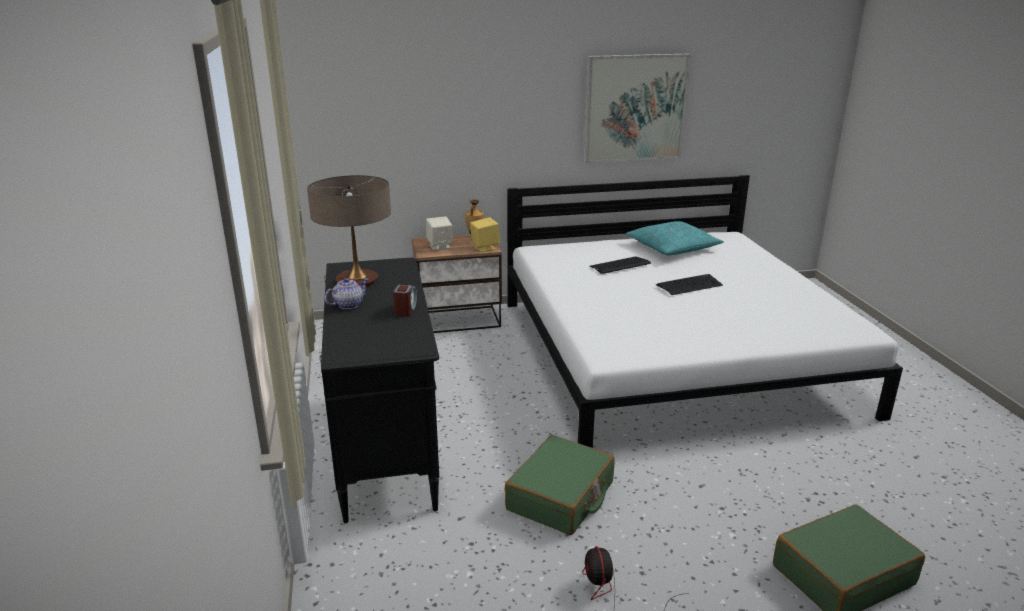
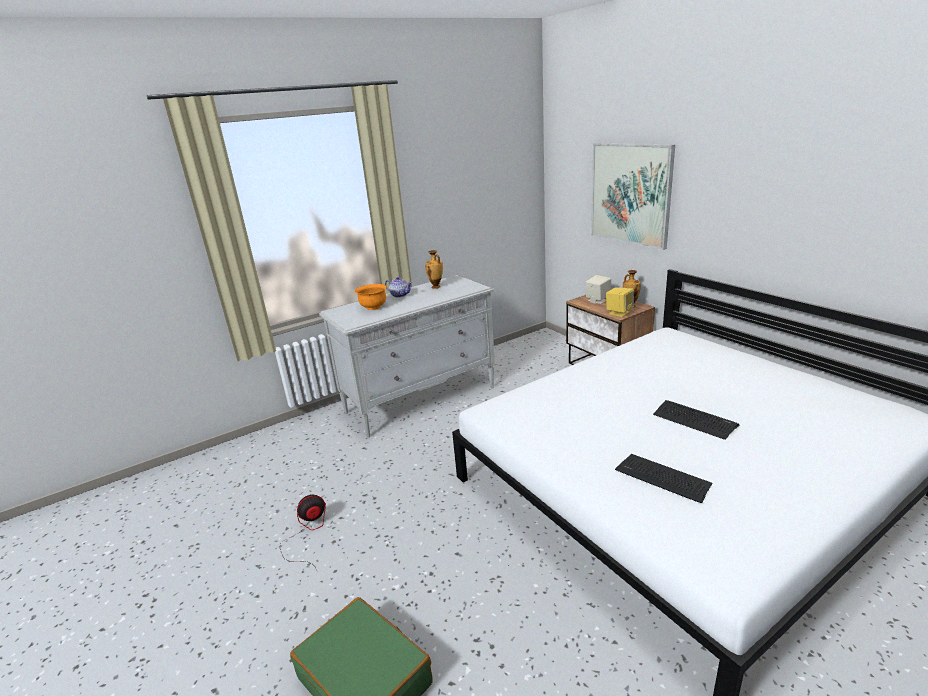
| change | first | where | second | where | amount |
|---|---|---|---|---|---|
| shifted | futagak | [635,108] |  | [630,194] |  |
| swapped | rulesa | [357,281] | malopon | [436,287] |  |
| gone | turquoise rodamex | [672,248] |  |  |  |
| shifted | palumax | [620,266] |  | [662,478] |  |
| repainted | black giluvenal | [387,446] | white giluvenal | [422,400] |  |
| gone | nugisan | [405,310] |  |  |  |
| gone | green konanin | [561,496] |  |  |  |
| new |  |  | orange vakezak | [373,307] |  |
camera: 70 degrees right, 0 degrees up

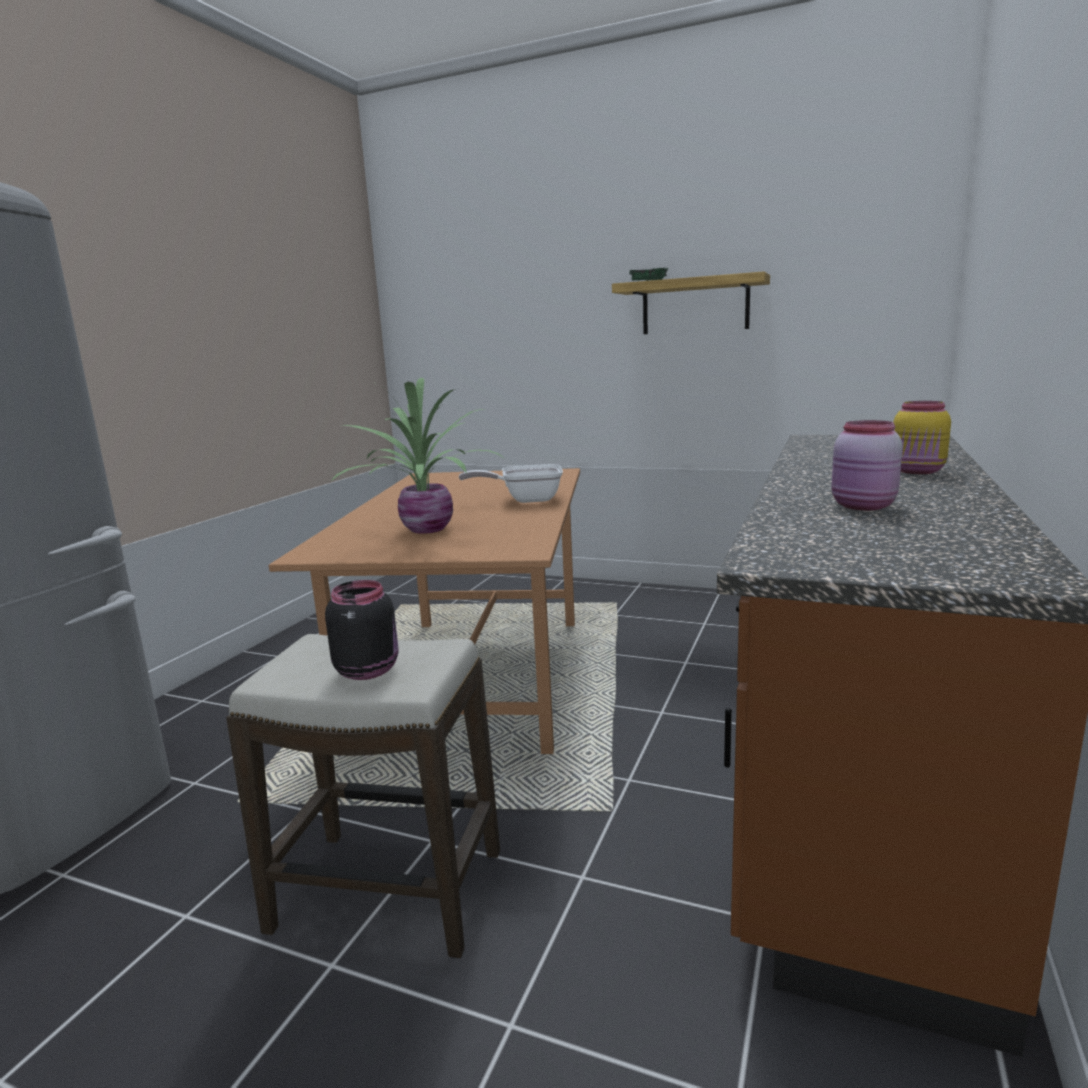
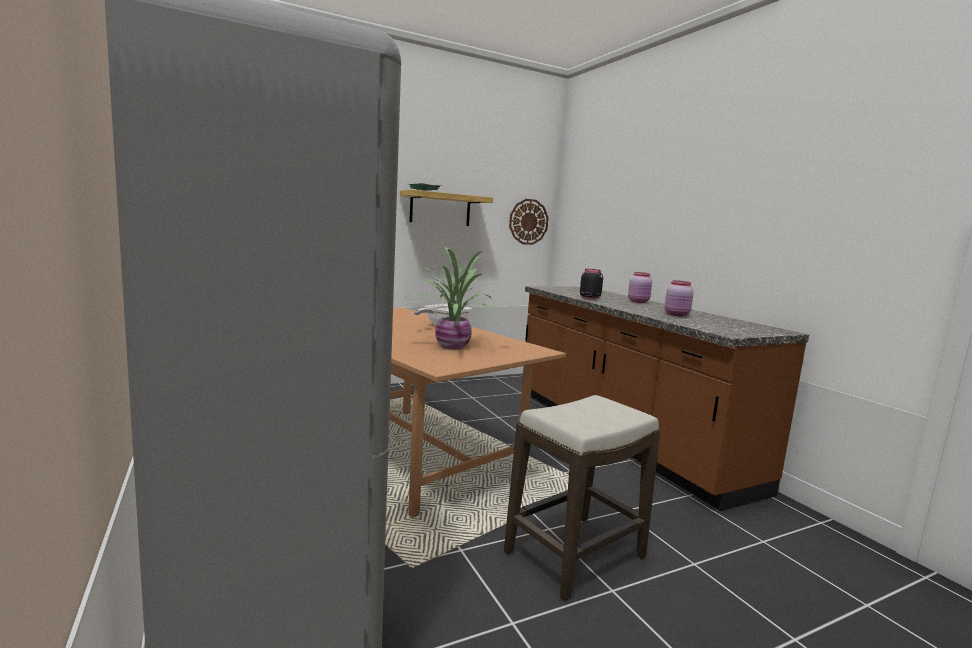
| change | first | where | second | where | amount |
|---|---|---|---|---|---|
| repainted | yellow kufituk | [918,471] | pink kufituk | [639,302] |  |
| shifted | black kufituk | [368,670] |  | [589,298] |  |
| new |  |  | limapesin | [528,222] |  |
camera: 50 degrees left, 5 degrees down

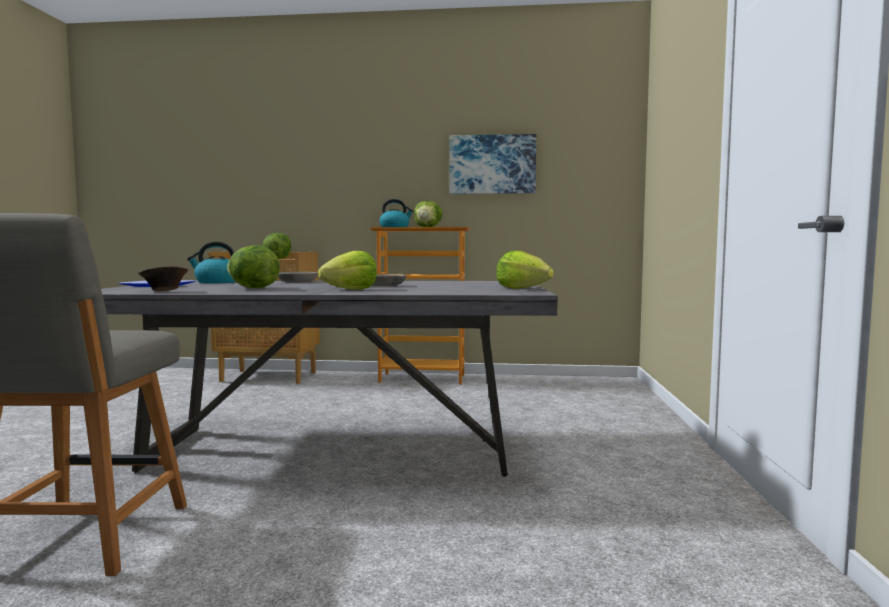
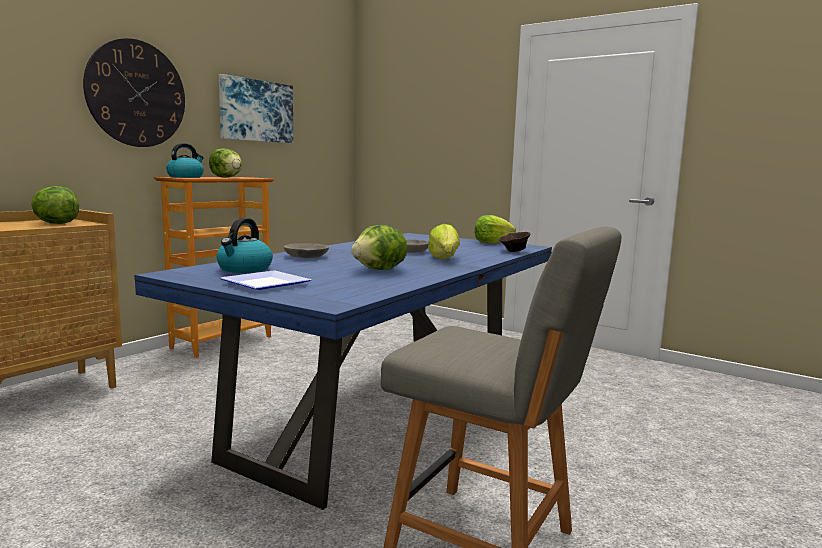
| change | first | where | second | where | amount |
|---|---|---|---|---|---|
| shifted | brown vakezak | [164,291] |  | [514,251] |  |
| repainted | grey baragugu | [331,451] | blue baragugu | [382,414] |  |
| new |  |  | limapesin | [136,94] |  |
camera: 60 degrees left, 5 degrees up

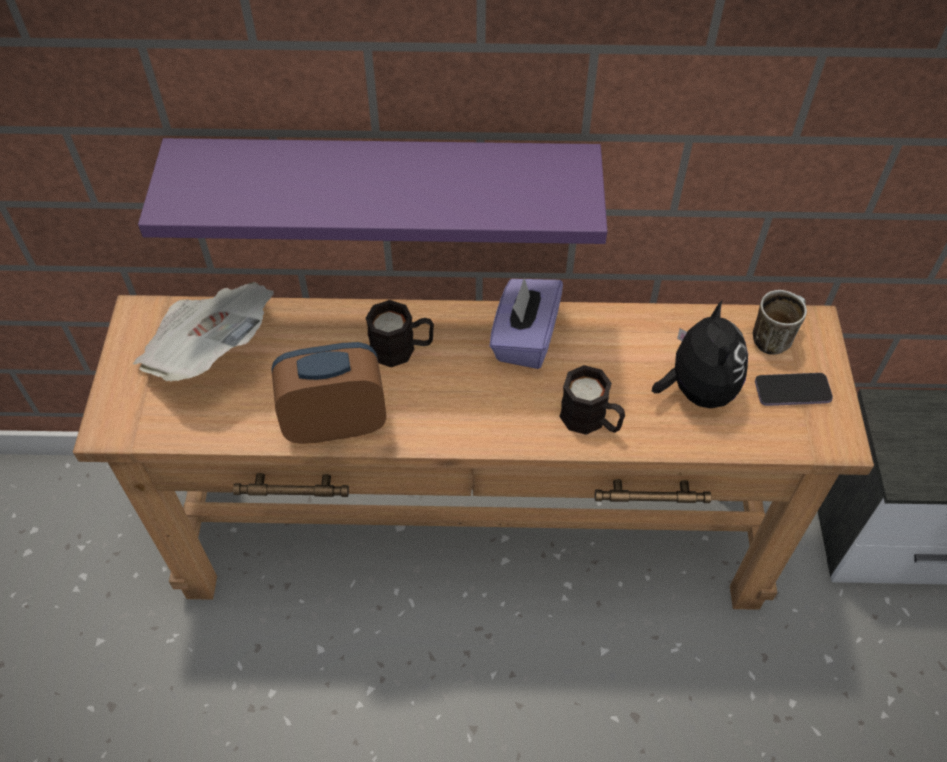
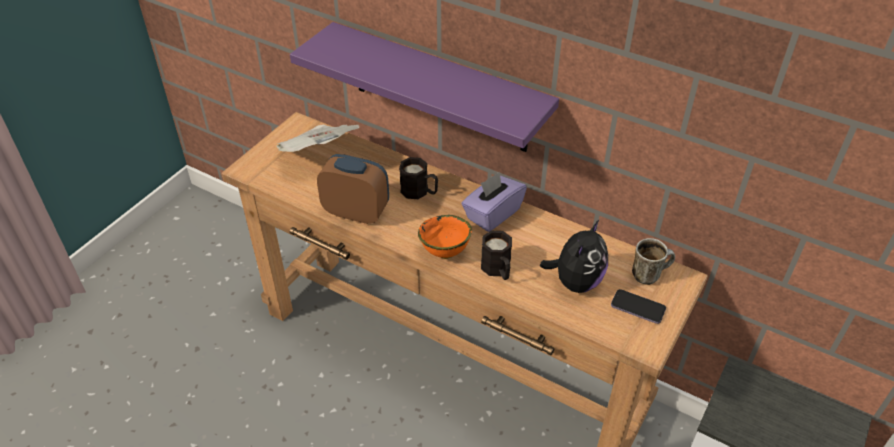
| change | first | where | second | where | amount |
|---|---|---|---|---|---|
| new |  |  | orange vakezak | [444,252] |  |
camera: 30 degrees right, 10 degrees down

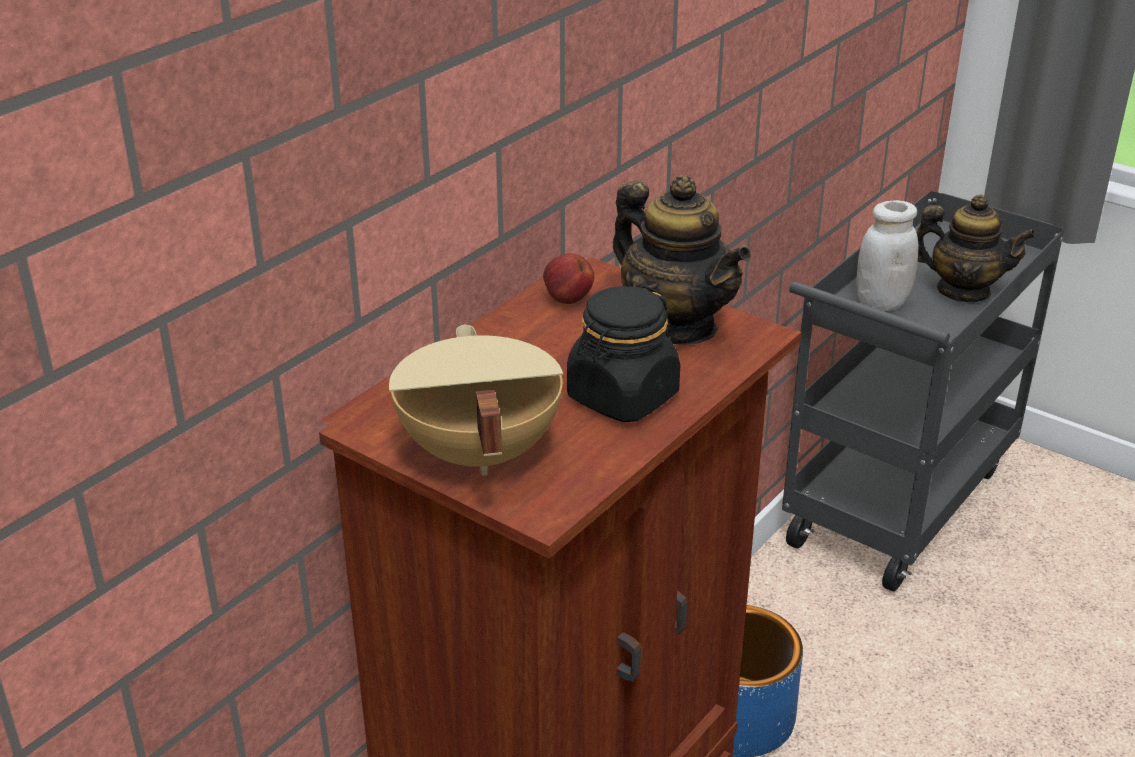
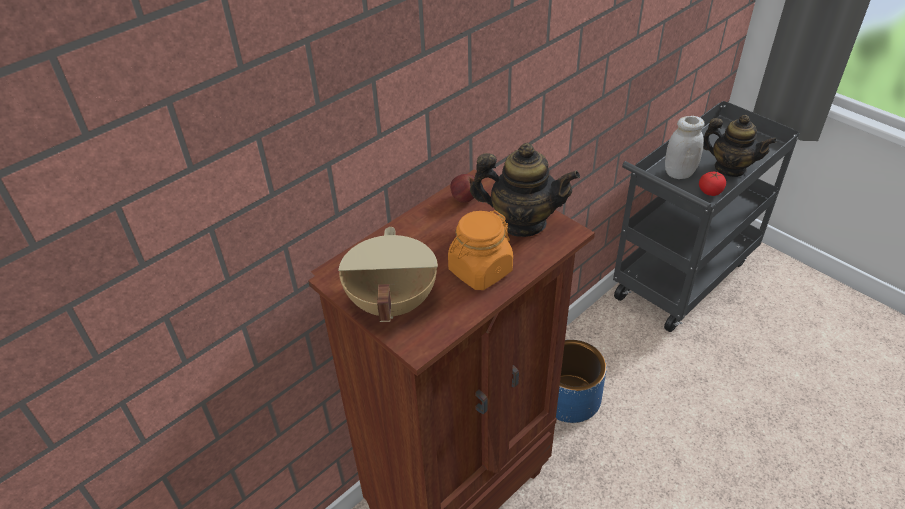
| change | first | where | second | where | amount |
|---|---|---|---|---|---|
| rotated | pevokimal | [675,326] |  | [522,222] | 45 degrees counterclockwise |
| repainted | black kufituk | [622,397] | orange kufituk | [480,271] |  |
| new |  |  | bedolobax | [710,192] |  |
camera: 10 degrees right, 10 degrees up

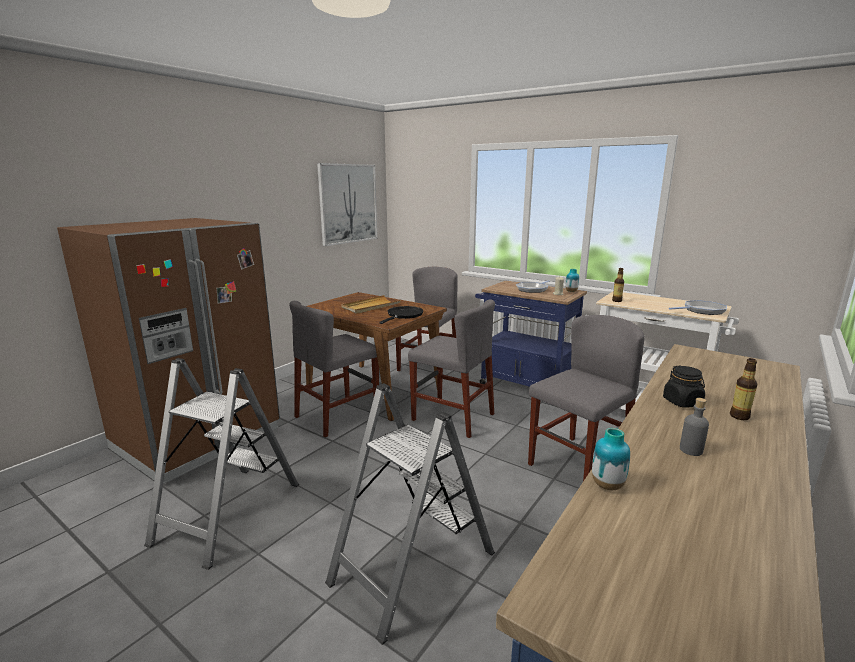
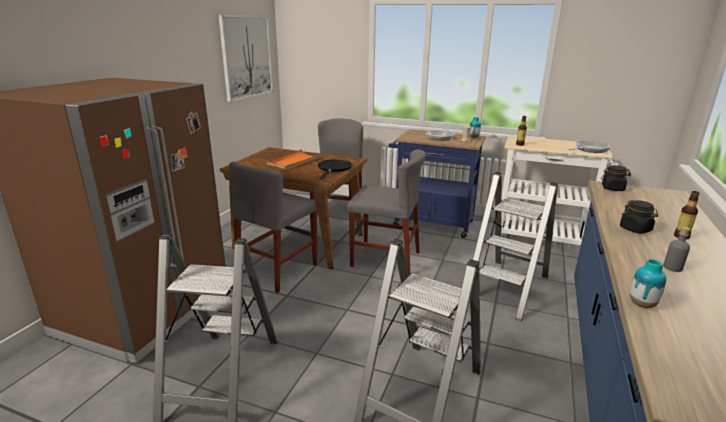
| change | first | where | second | where | amount |
|---|---|---|---|---|---|
| repainted | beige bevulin | [370,306] | orange bevulin | [294,162] |  |
| swapped | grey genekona | [578,464] | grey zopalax | [508,287] |  |
| new |  |  | black kufituk | [613,188] |  |
camera: 15 degrees left, 5 degrees up

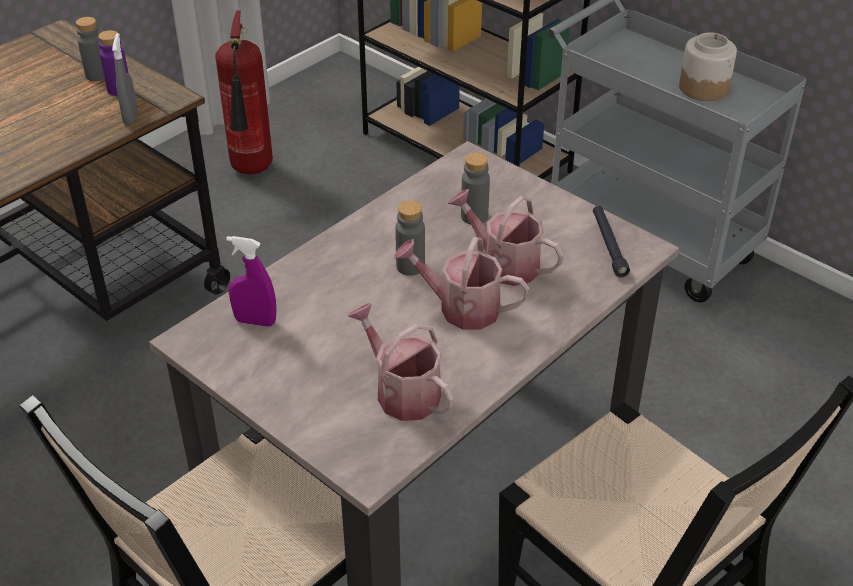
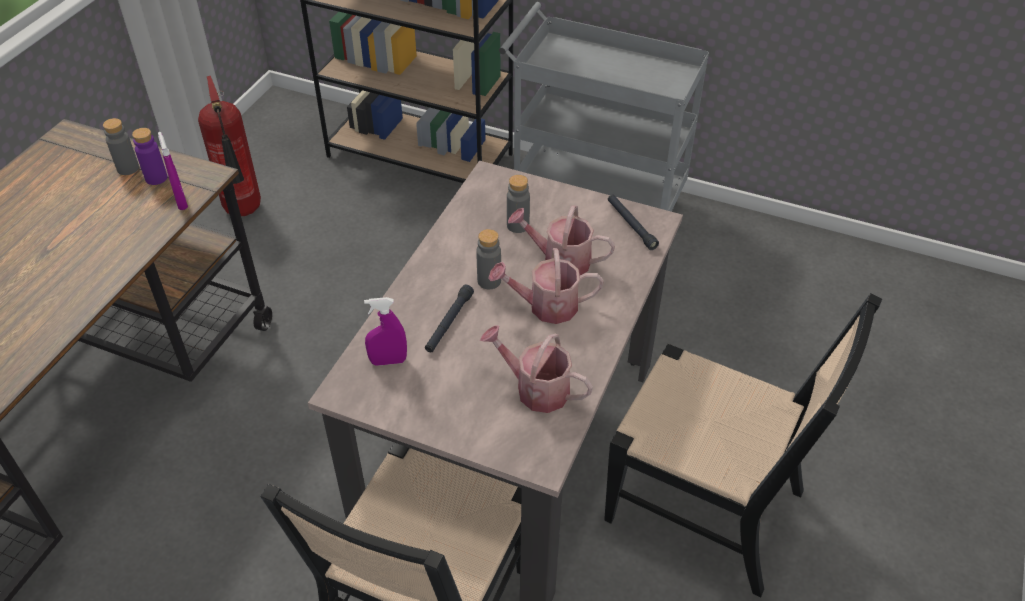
| change | first | where | second | where | amount |
|---|---|---|---|---|---|
| gone | kufituk | [703,88] |  |  |  |
| repainted | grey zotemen | [130,117] | purple zotemen | [181,202] |  |
| new |  |  | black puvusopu | [449,323] |  |
camera: 20 degrees left, 5 degrees up

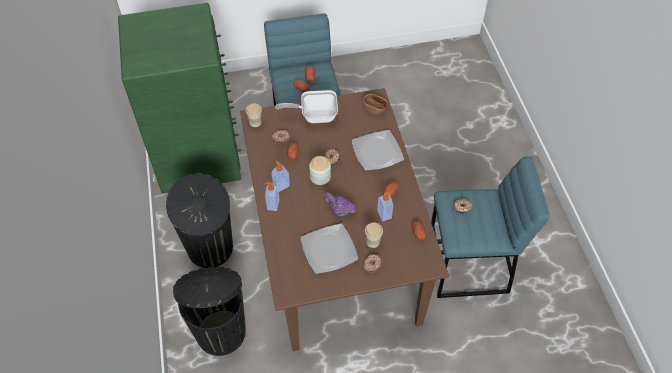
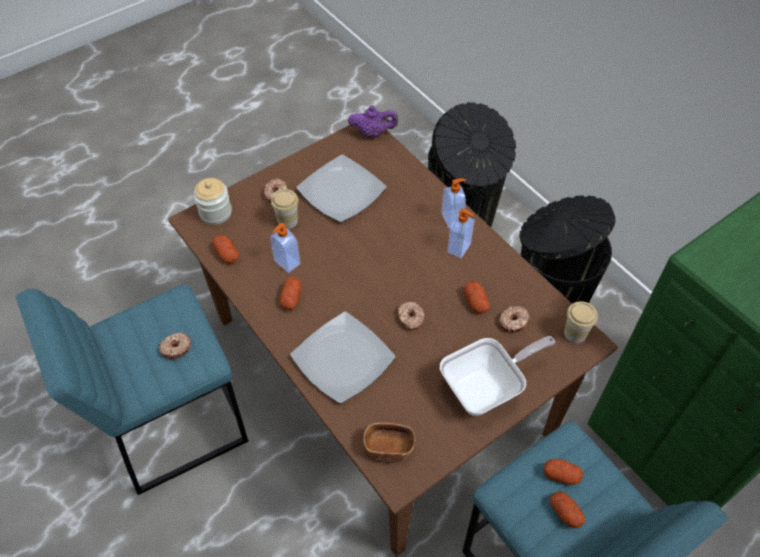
| change | first | where | second | where | amount |
|---|---|---|---|---|---|
| shifted | kufituk | [320,177] |  | [215,212] |  |
| shifted | purple pevokimal | [339,210] |  | [373,133] |  |
camera: 155 degrees right, 0 degrees up

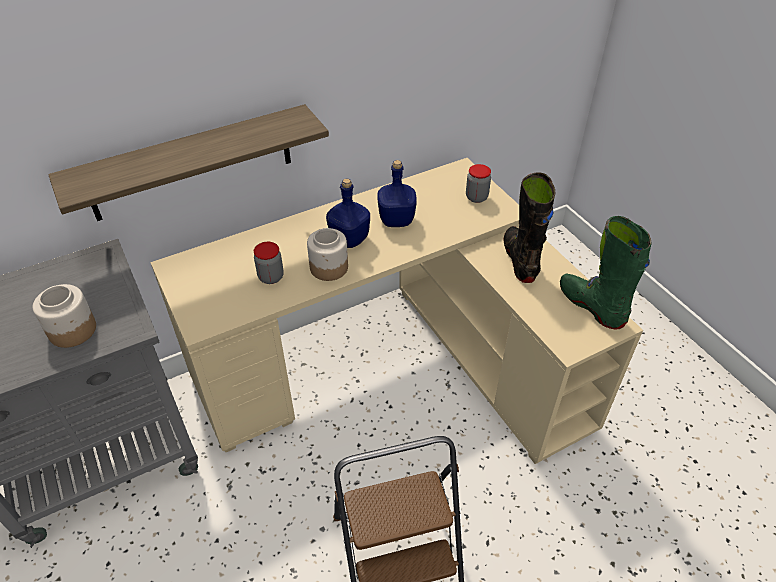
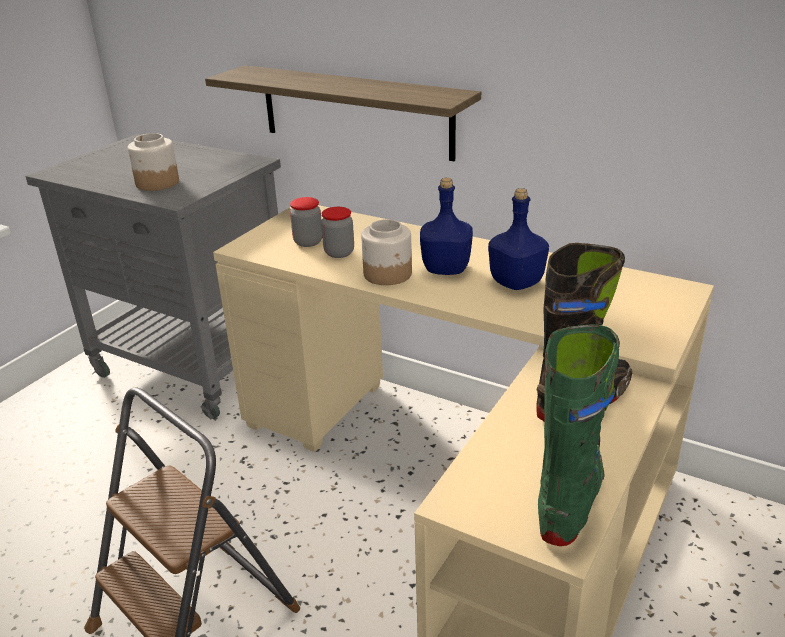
| change | first | where | second | where | amount |
|---|---|---|---|---|---|
| shifted | kufituk | [476,197] |  | [308,242] |  |
camera: 60 degrees right, 15 degrees down

